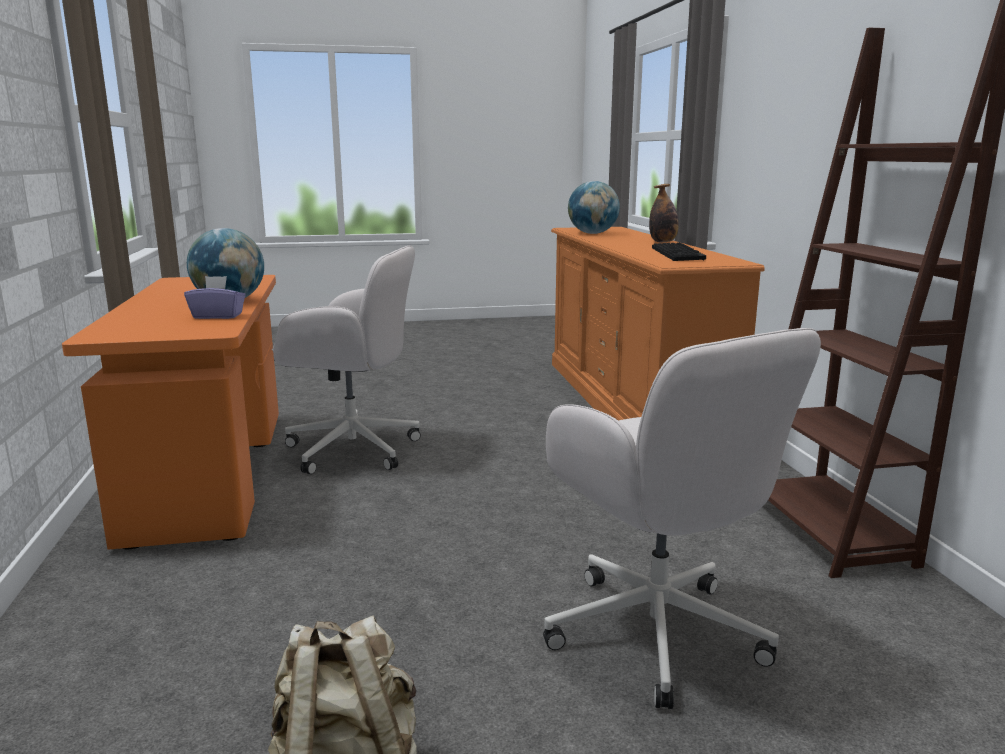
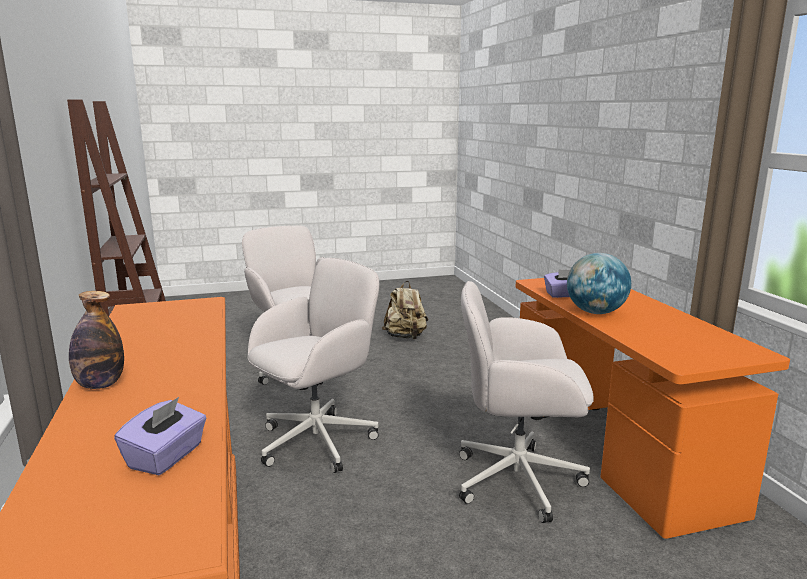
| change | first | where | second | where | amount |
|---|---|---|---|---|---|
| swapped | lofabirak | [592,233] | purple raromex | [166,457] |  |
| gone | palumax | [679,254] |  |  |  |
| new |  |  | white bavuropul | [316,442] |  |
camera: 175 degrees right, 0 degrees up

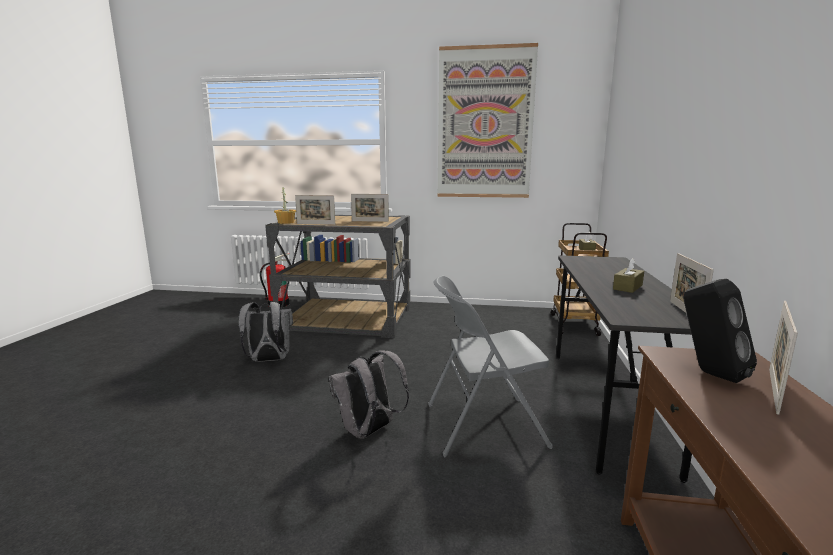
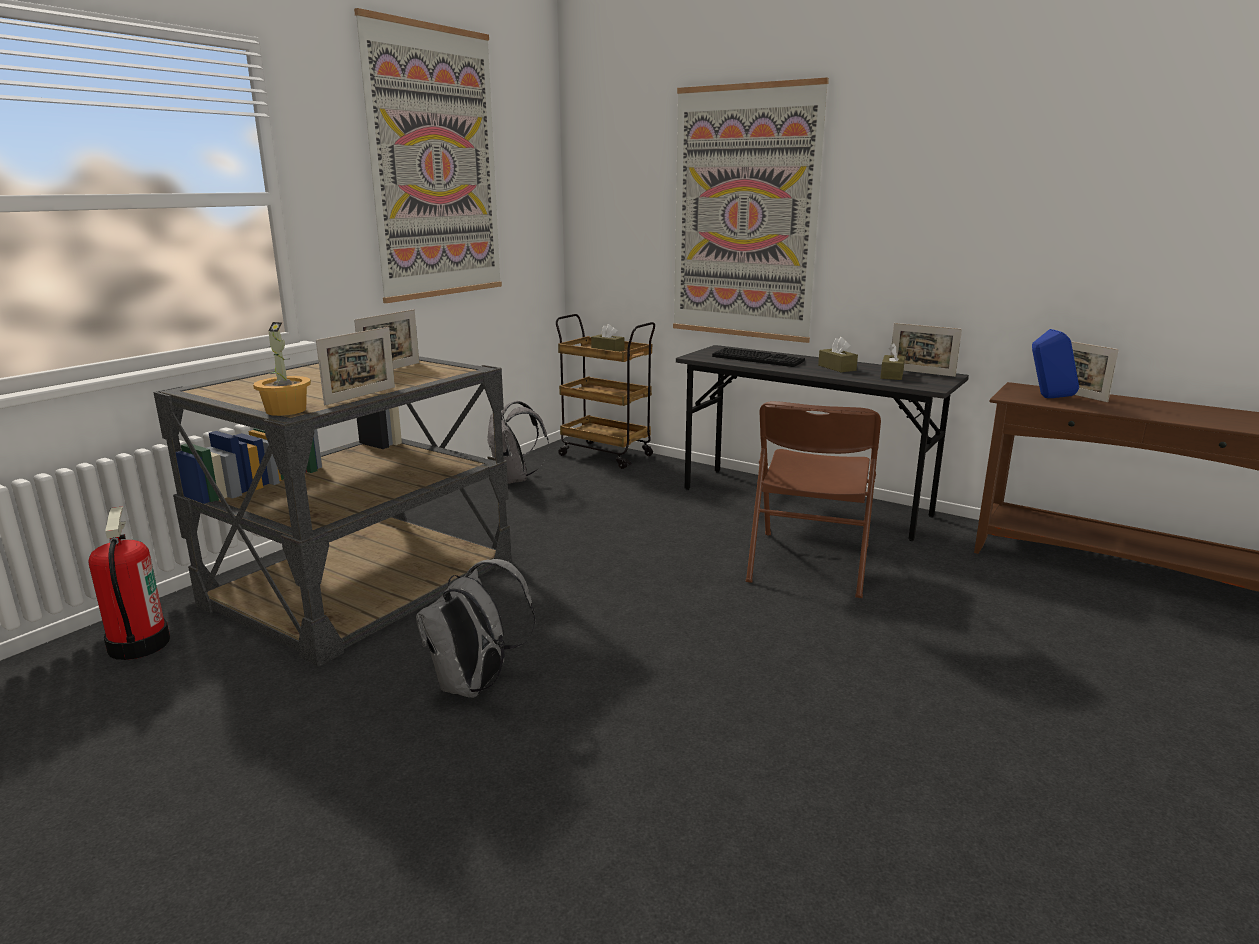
| change | first | where | second | where | amount |
|---|---|---|---|---|---|
| repainted | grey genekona | [484,424] | brown genekona | [809,563] |  |
| repainted | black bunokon | [709,373] | blue bunokon | [1047,398] |  |
| shifted | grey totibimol | [369,431] |  | [514,480] |  |
| new |  |  | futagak | [744,215] |  |
| new |  |  | brown raromex | [892,375] |  |
| new |  |  | palumax | [759,359] |  |
camera: 65 degrees left, 5 degrees up

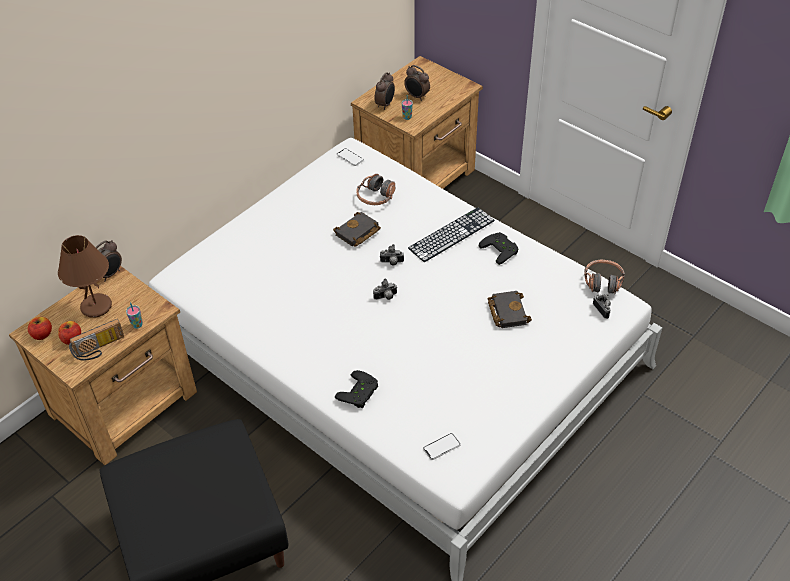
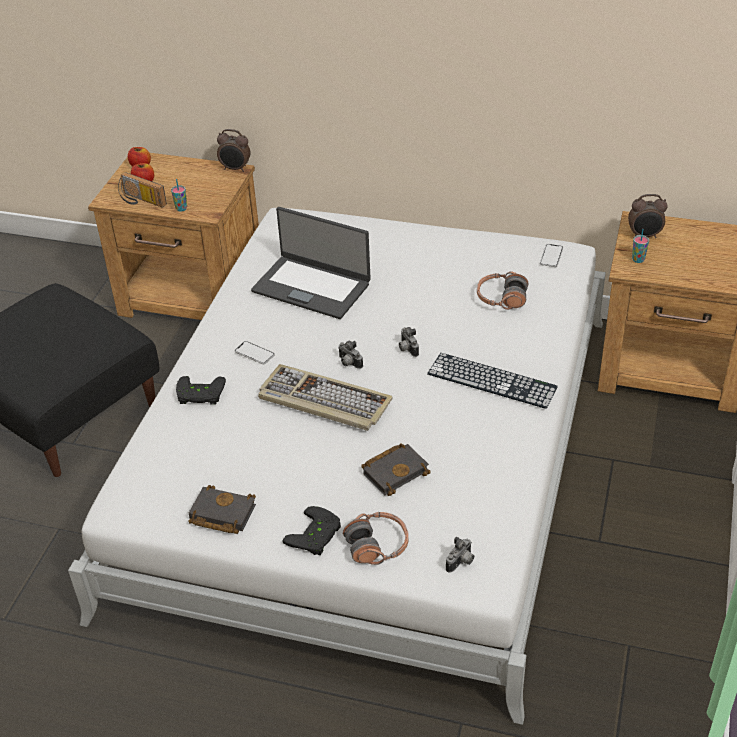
| change | first | where | second | where | amount |
|---|---|---|---|---|---|
| gone | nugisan | [417,96] |  |  |  |
| shifted | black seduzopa | [357,233] |  | [220,514] |  |
| shifted | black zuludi | [501,249] |  | [316,536] |  |
| gone | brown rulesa | [96,306] |  |  |  |
| shifted | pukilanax | [603,282] |  | [377,545] |  |
| shifted | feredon | [441,447] |  | [254,353] |  |
| new |  |  | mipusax | [312,287] |  |
| new |  |  | palumax | [322,401] |  |
camera: 65 degrees right, 5 degrees down

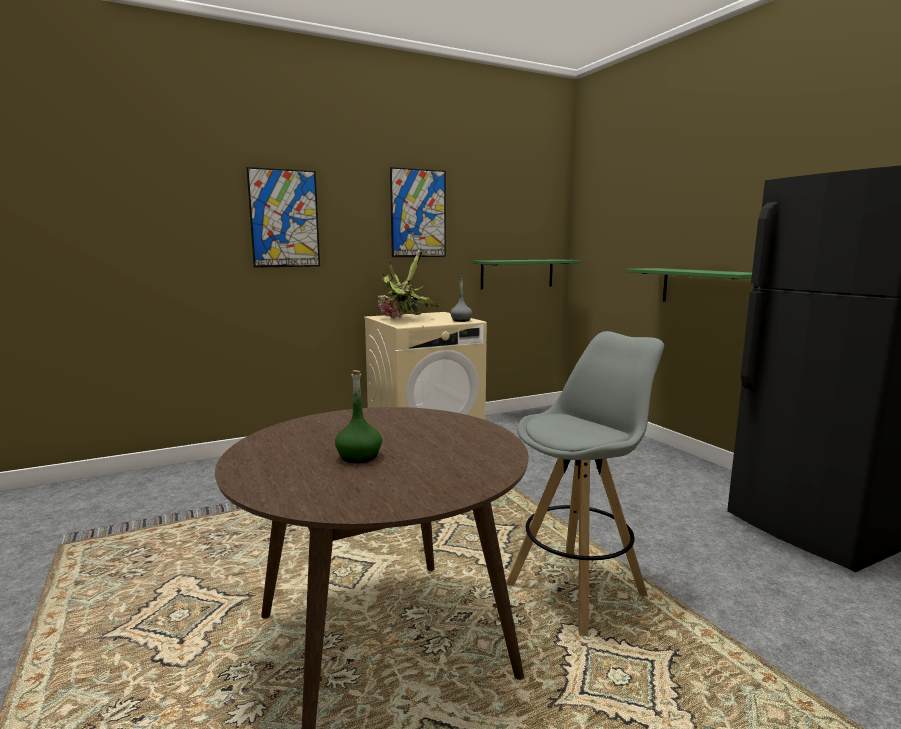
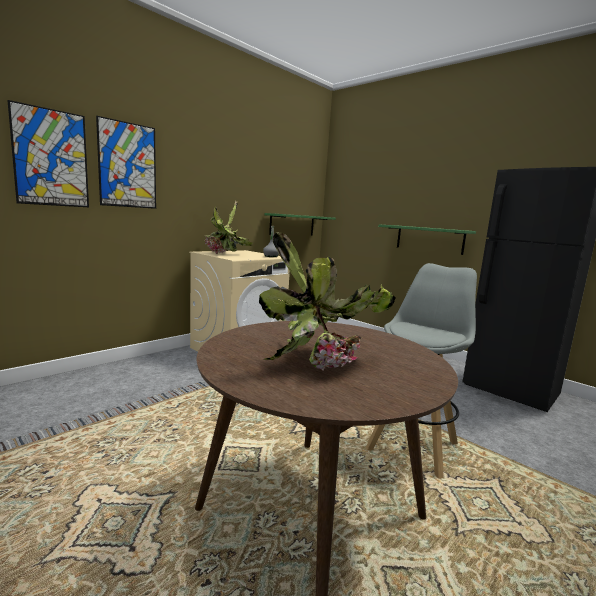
| change | first | where | second | where | amount |
|---|---|---|---|---|---|
| shifted | futagak | [418,213] |  | [51,158] |  |
| swapped | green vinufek | [359,457] | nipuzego | [320,361] |  |
camera: 20 degrees left, 0 degrees up

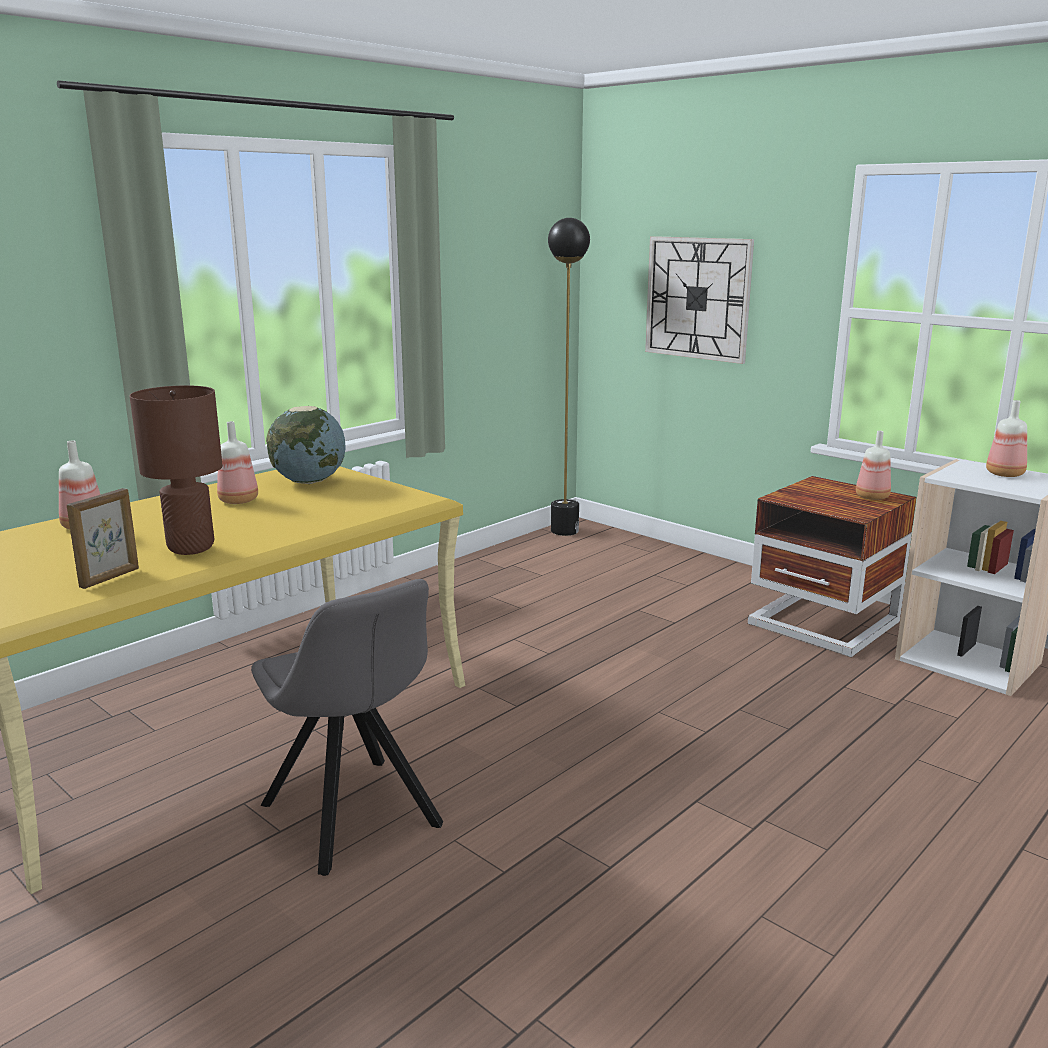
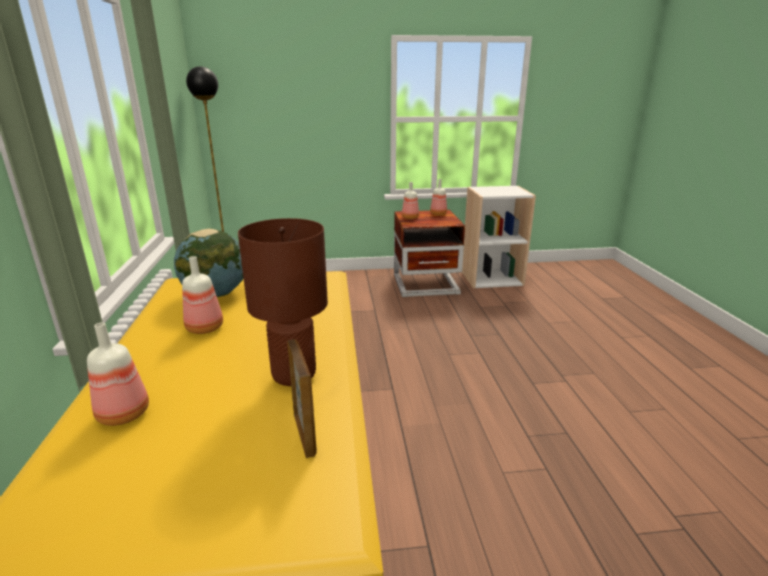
| change | first | where | second | where | amount |
|---|---|---|---|---|---|
| gone | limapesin | [698,298] |  |  |  |
| shifted | vinufek | [1006,474] |  | [410,217] |  |
| gone | grey genekona | [353,815] |  |  |  |
camera: 50 degrees left, 5 degrees up

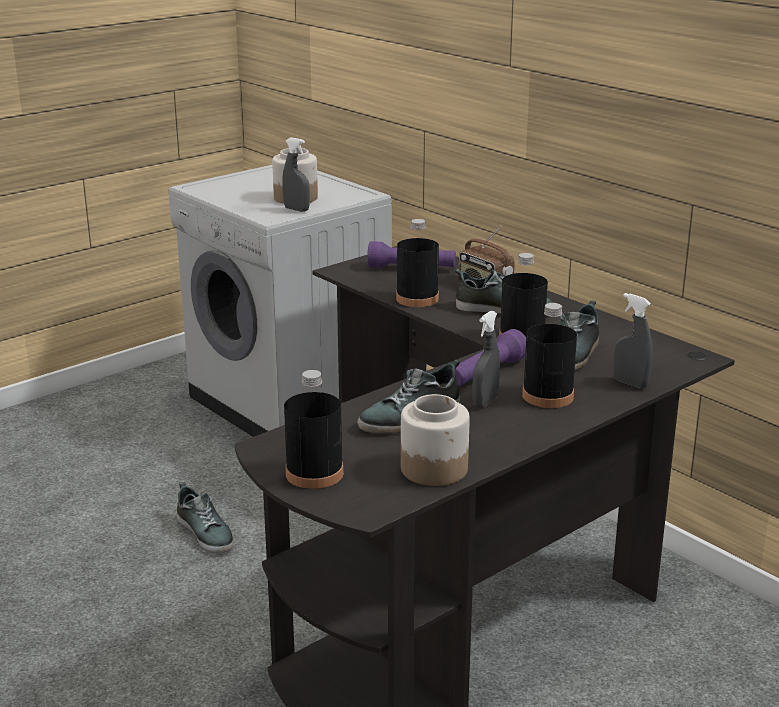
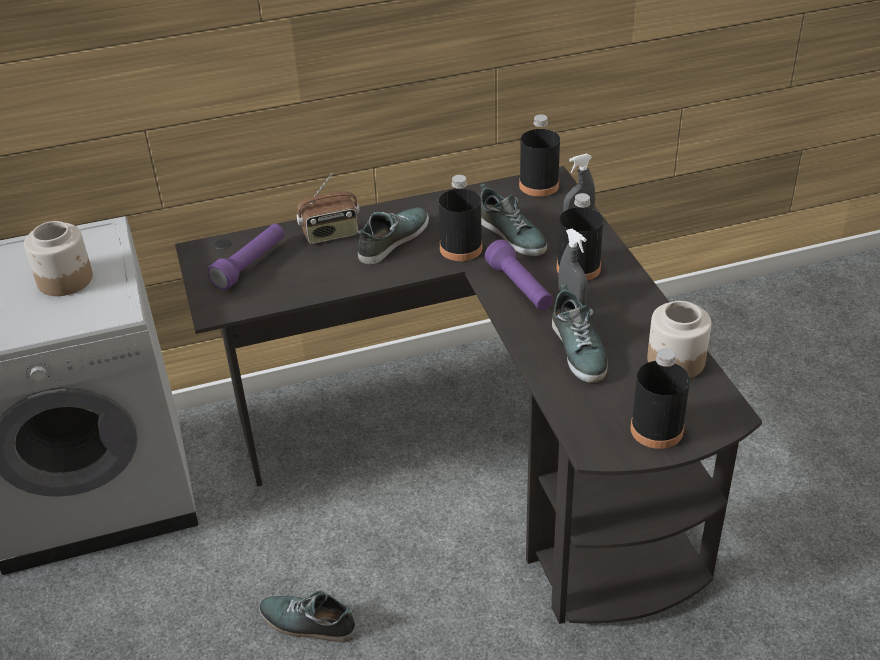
| change | first | where | second | where | amount |
|---|---|---|---|---|---|
| gone | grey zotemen | [296,209] |  |  |  |
| shifted | black vinufek | [417,299] |  | [539,185] |  |
| rotated | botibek | [206,532] |  | [307,623] | 150 degrees counterclockwise |
camera: 65 degrees left, 15 degrees up

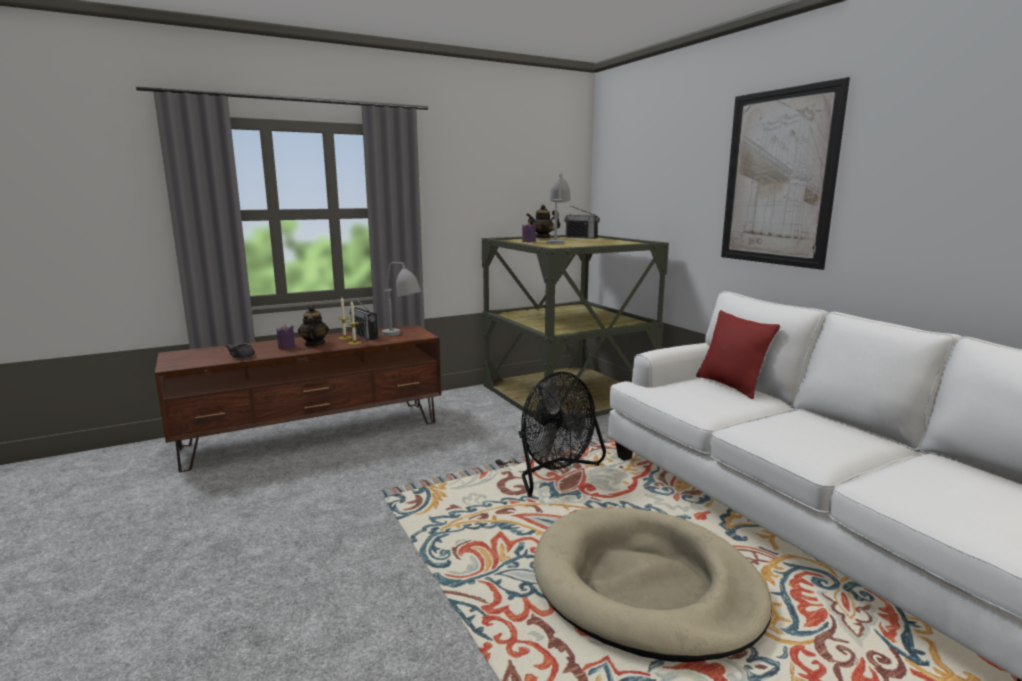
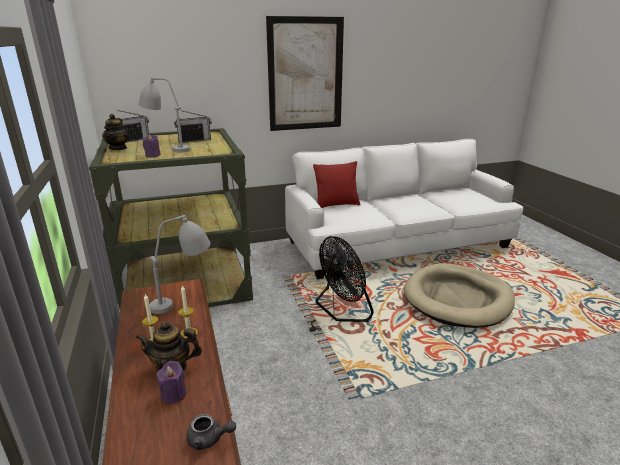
| change | first | where | second | where | amount |
|---|---|---|---|---|---|
| shifted | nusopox | [364,336] |  | [194,140] |  |
camera: 80 degrees left, 10 degrees up

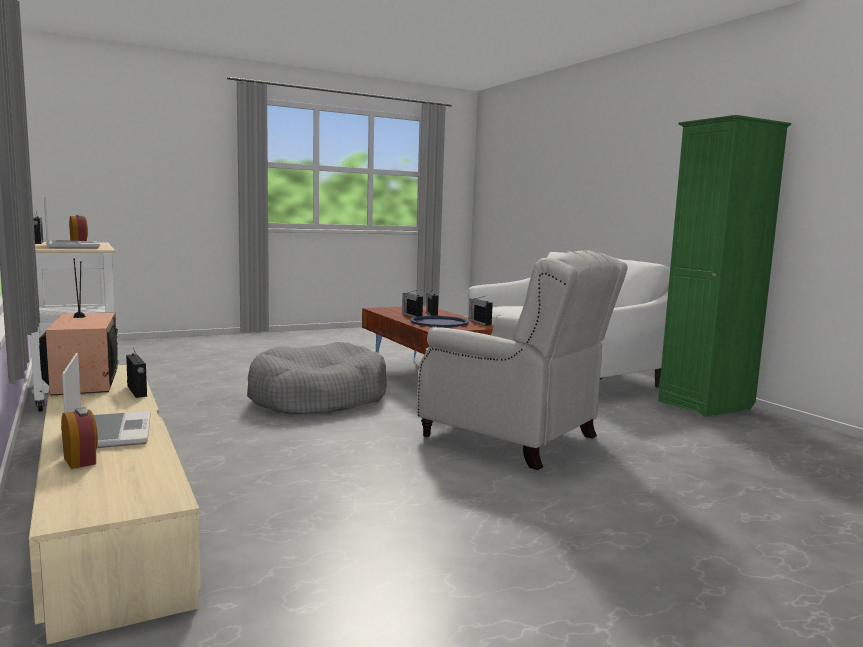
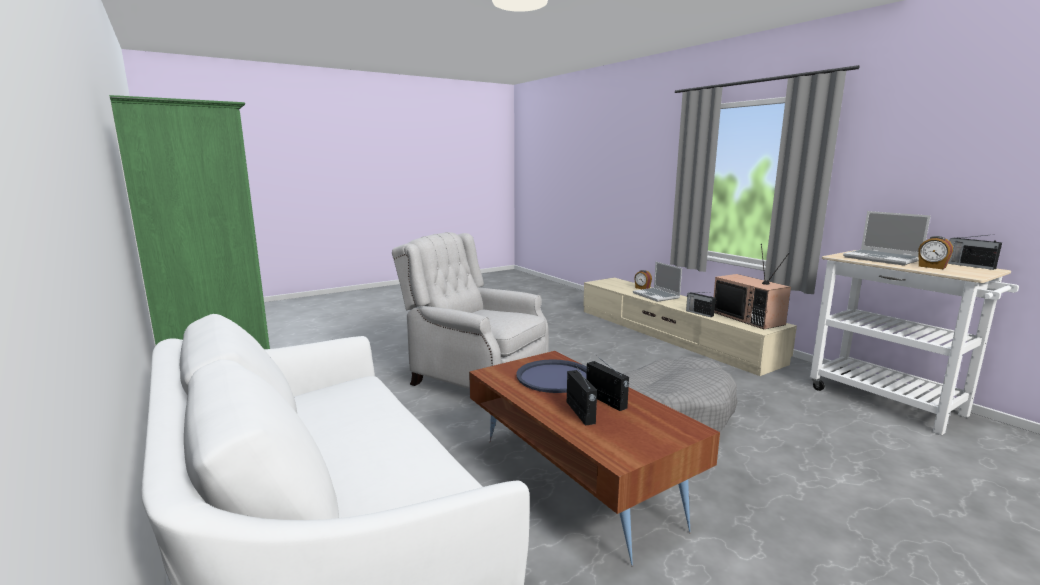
| change | first | where | second | where | amount |
|---|---|---|---|---|---|
| gone | nusopox | [479,322] |  |  |  |
camera: 175 degrees right, 5 degrees up

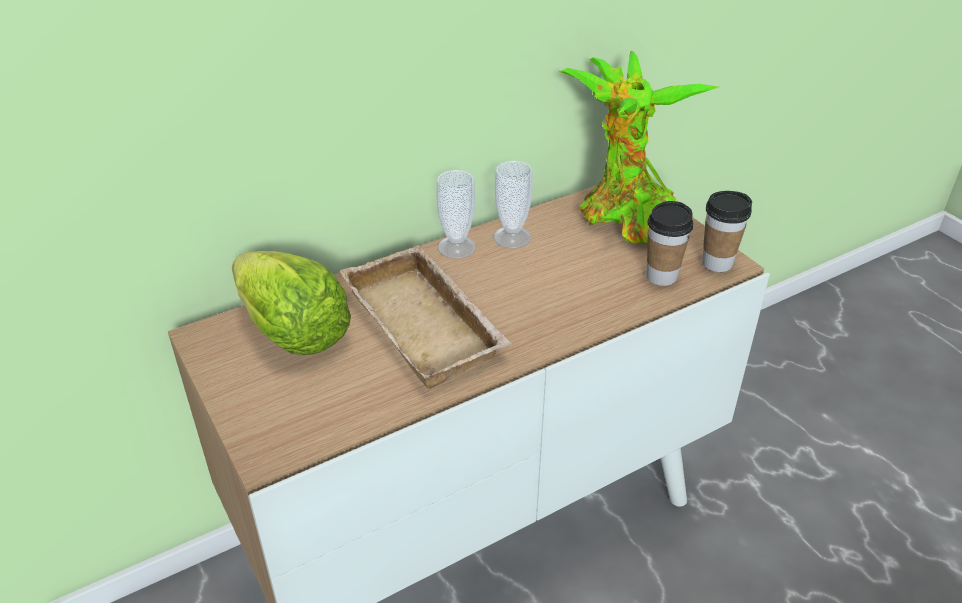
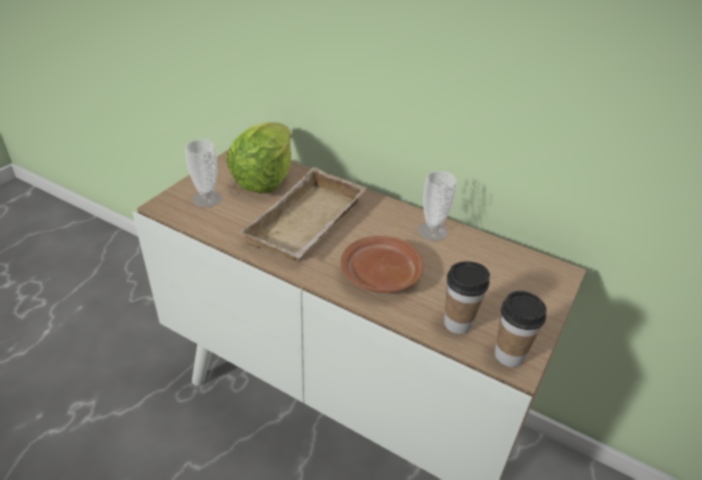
| change | first | where | second | where | amount |
|---|---|---|---|---|---|
| gone | nipuzego | [625,217] |  |  |  |
| shifted | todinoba | [456,247] |  | [207,198] |  |
| new |  |  | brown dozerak | [380,276] |  |
camera: 60 degrees right, 0 degrees up

